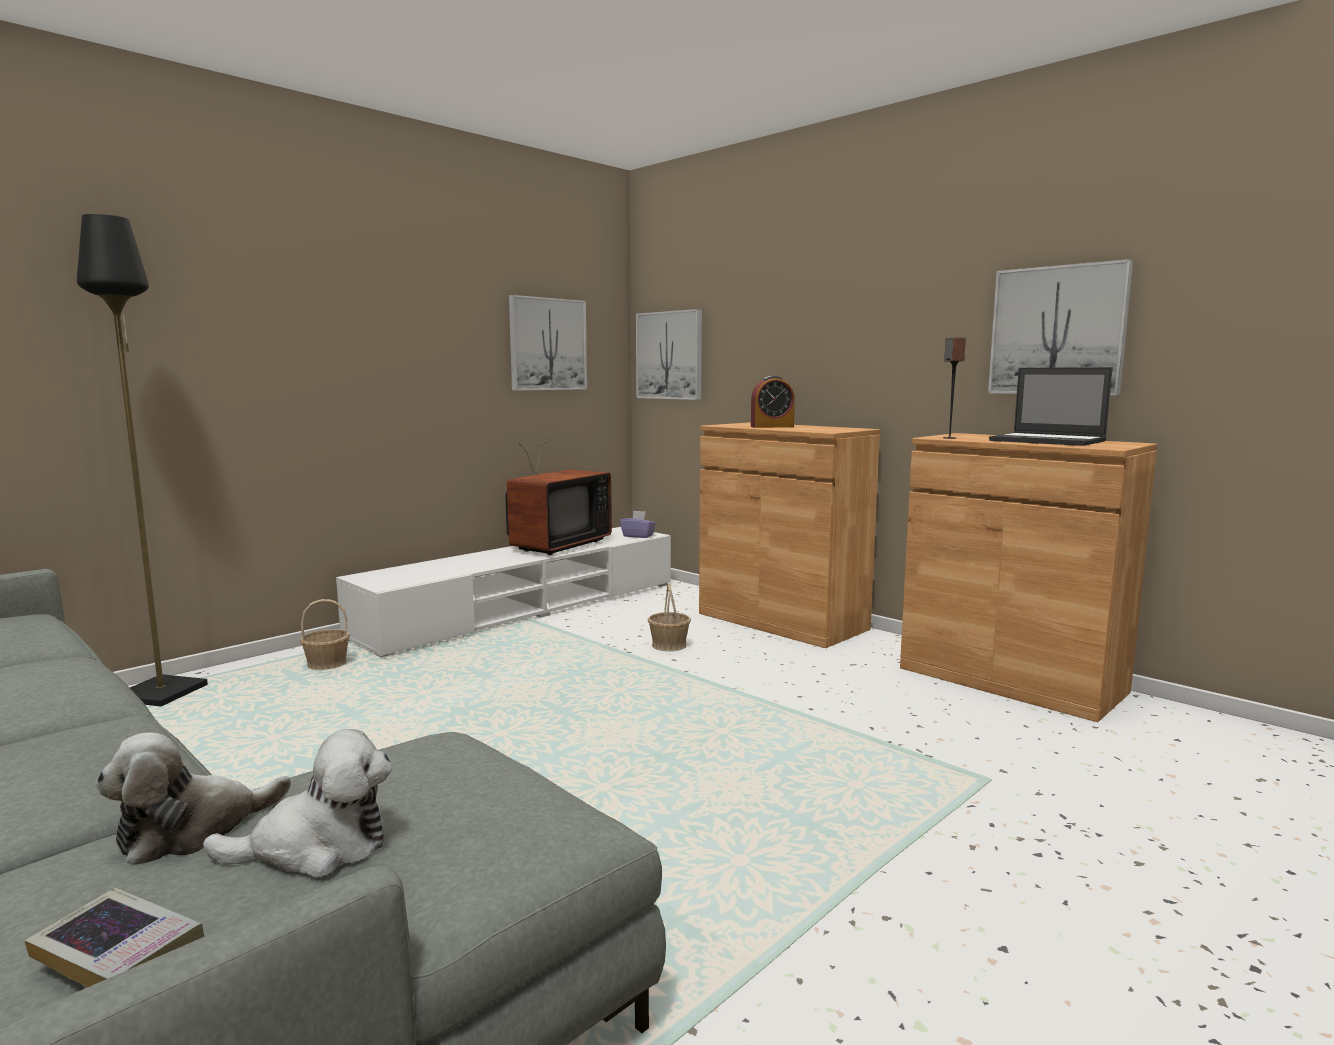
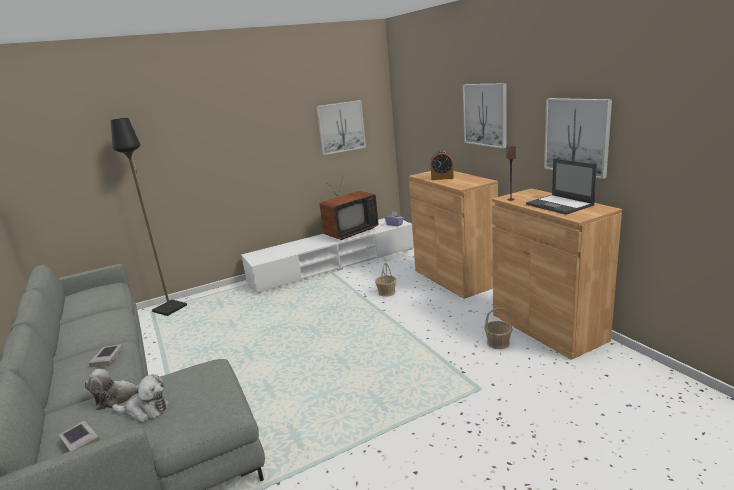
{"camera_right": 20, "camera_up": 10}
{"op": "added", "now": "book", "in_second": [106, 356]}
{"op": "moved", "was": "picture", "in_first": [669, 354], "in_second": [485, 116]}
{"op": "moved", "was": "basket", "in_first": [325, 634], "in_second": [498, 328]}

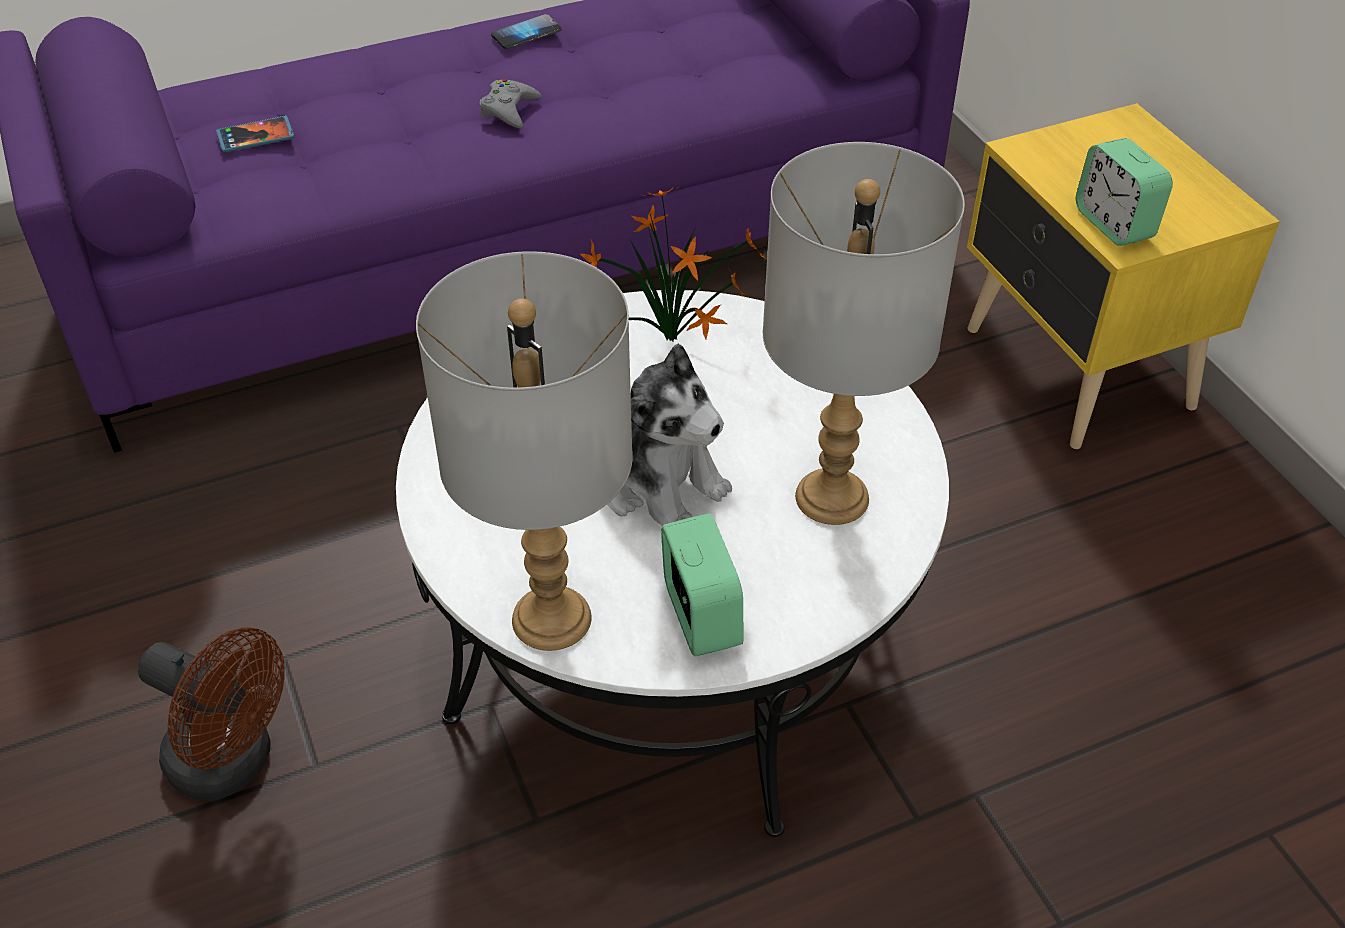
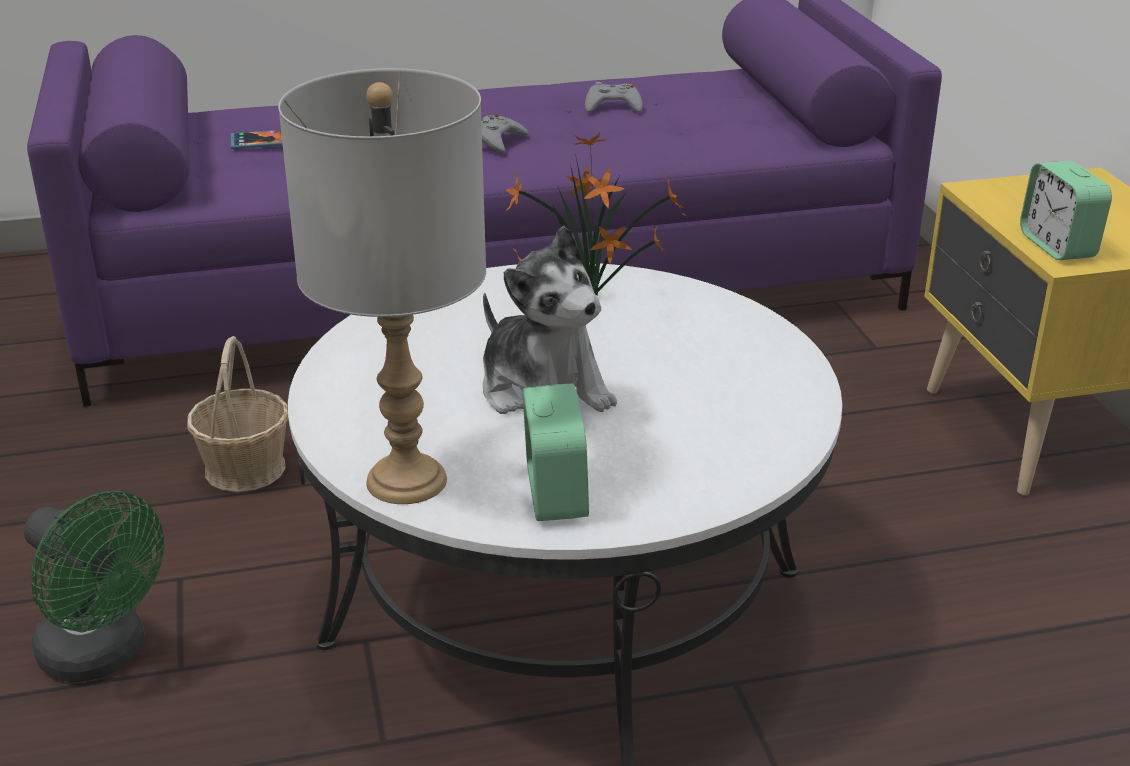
{"camera_right": 10, "camera_up": -15}
{"op": "recoloured", "was": "fan (brown)", "now": "fan (green)", "in_first": [211, 714], "in_second": [94, 587]}
{"op": "added", "now": "basket", "in_second": [238, 414]}
{"op": "added", "now": "game controller (grey)", "in_second": [614, 97]}
{"op": "removed", "was": "phone", "in_first": [526, 31]}
{"op": "removed", "was": "table lamp (grey)", "in_first": [864, 333]}

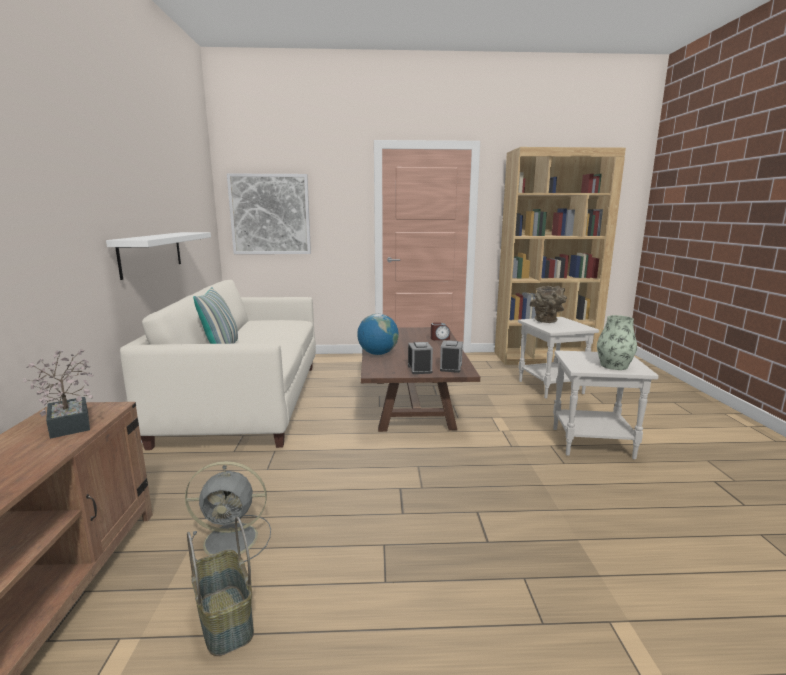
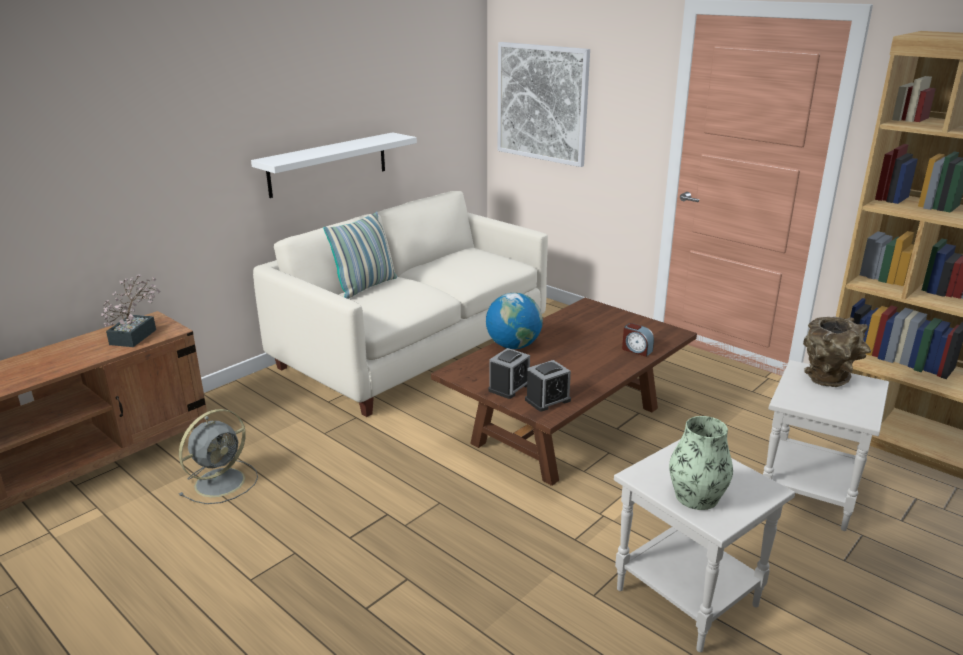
{"camera_right": 45, "camera_up": 10}
{"op": "turned", "was": "fan (grey)", "in_first": [228, 511], "in_second": [218, 456], "clockwise": -90}
{"op": "removed", "was": "basket", "in_first": [220, 586]}

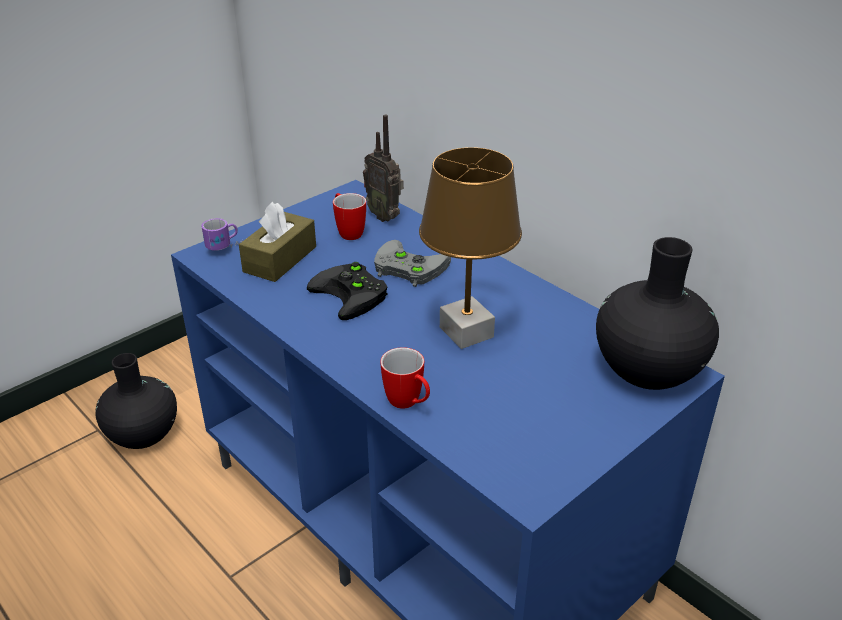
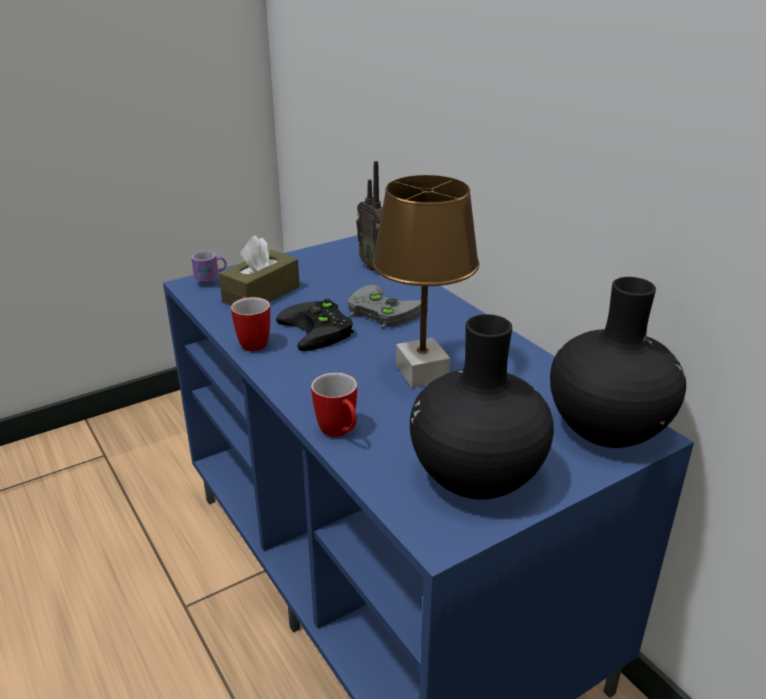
{"camera_right": 10, "camera_up": -5}
{"op": "moved", "was": "mug", "in_first": [349, 216], "in_second": [250, 323]}
{"op": "moved", "was": "vase (black)", "in_first": [136, 401], "in_second": [482, 407]}

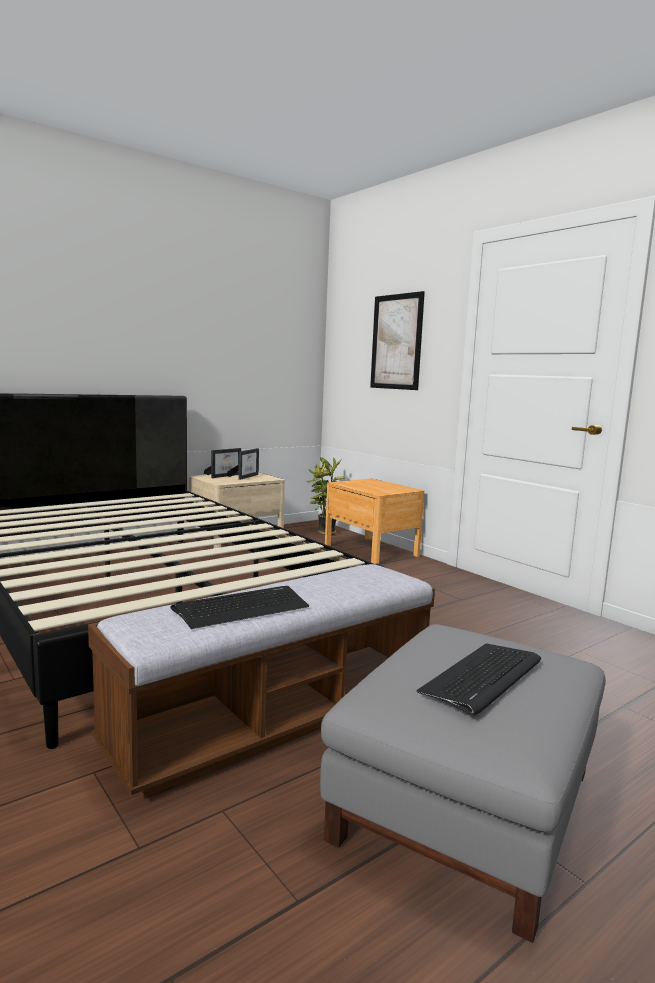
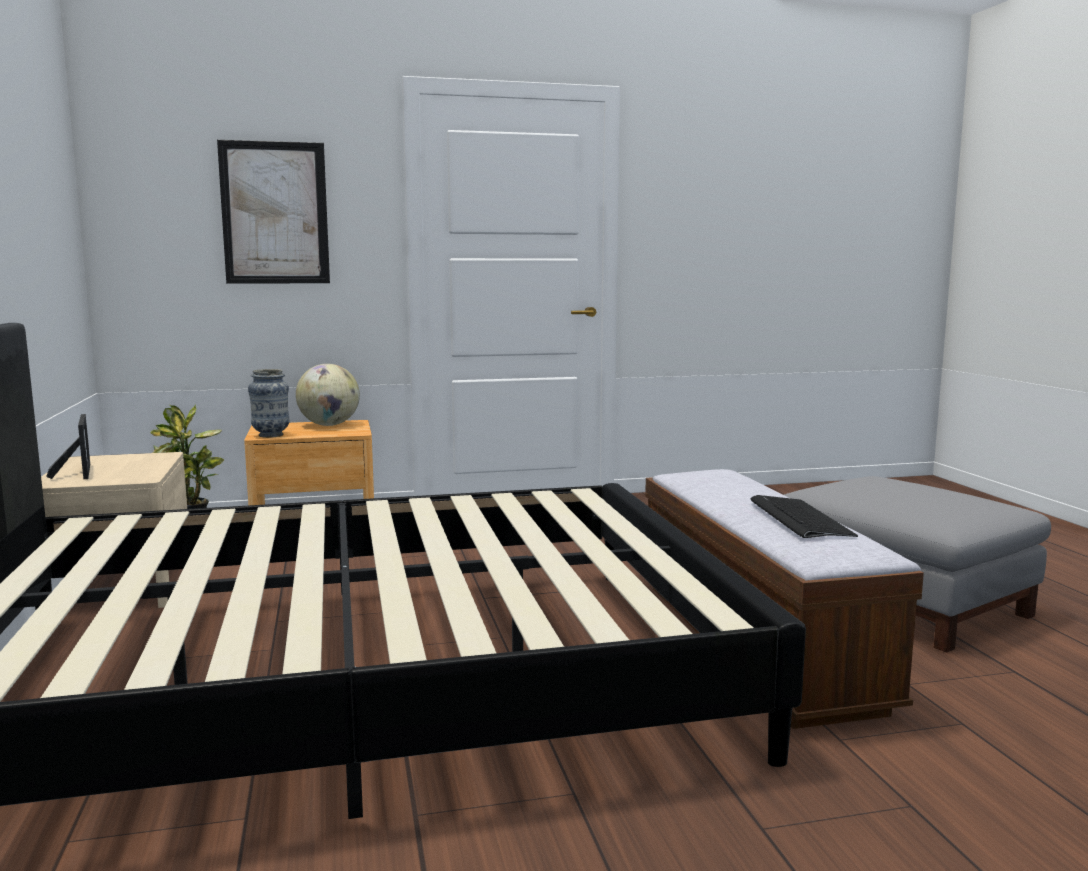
{"camera_right": -65, "camera_up": 0}
{"op": "added", "now": "vase", "in_second": [269, 403]}
{"op": "added", "now": "globe", "in_second": [328, 395]}
{"op": "removed", "was": "picture frame", "in_first": [242, 464]}
{"op": "removed", "was": "keyboard", "in_first": [479, 679]}

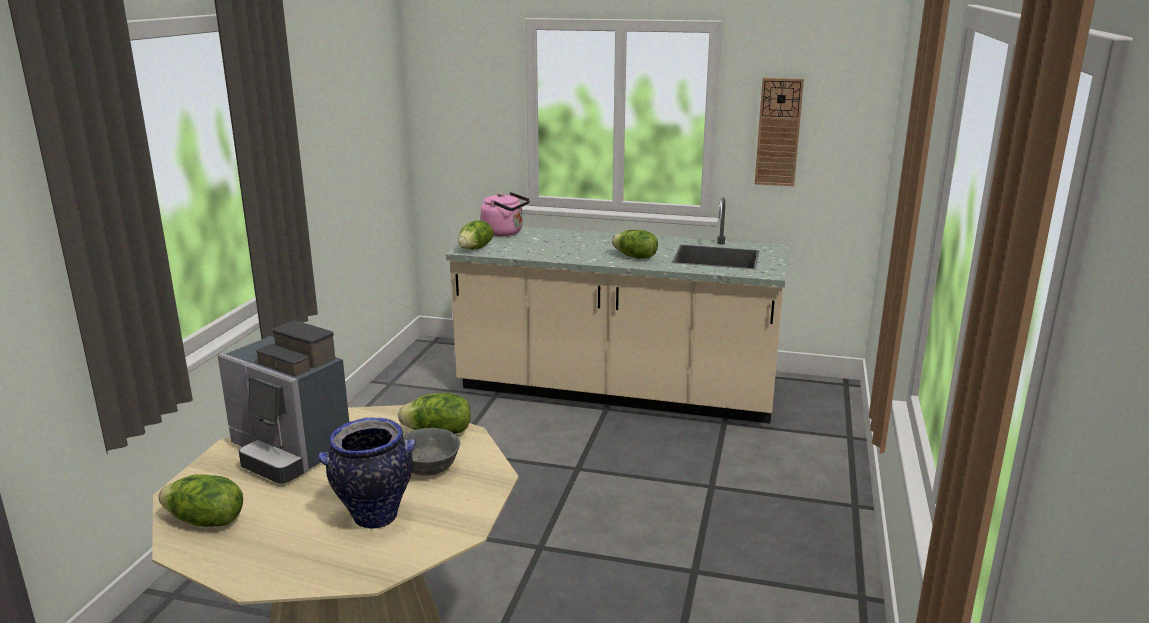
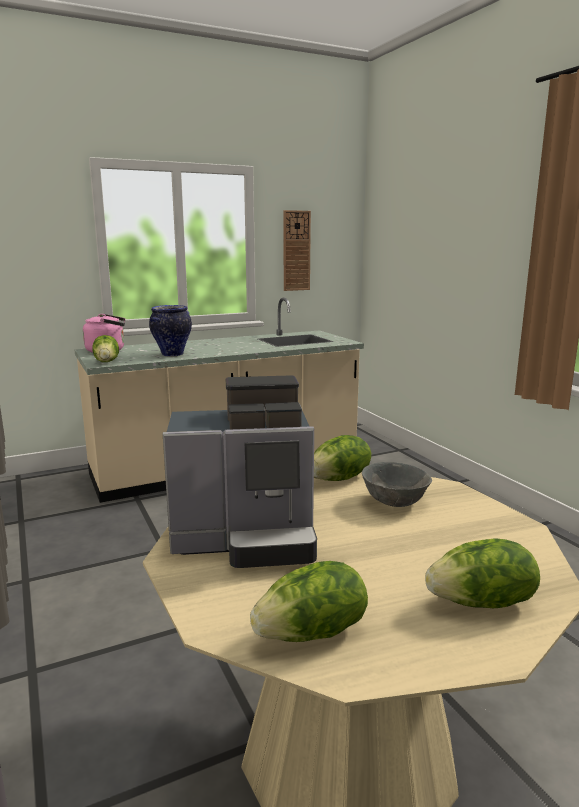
{"camera_right": -40, "camera_up": -5}
{"op": "moved", "was": "vase", "in_first": [366, 473], "in_second": [170, 330]}
{"op": "moved", "was": "lettuce", "in_first": [635, 244], "in_second": [482, 573]}

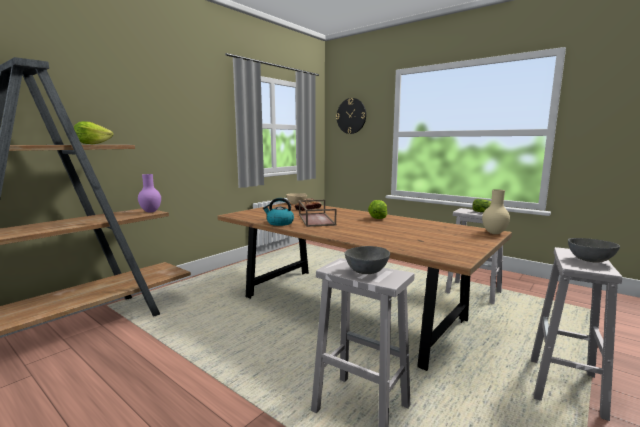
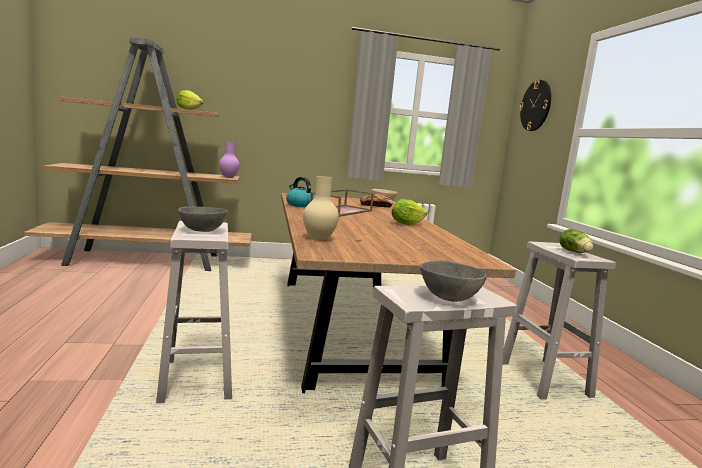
{"camera_right": 40, "camera_up": 0}
{"op": "moved", "was": "vase (beige)", "in_first": [496, 211], "in_second": [321, 208]}

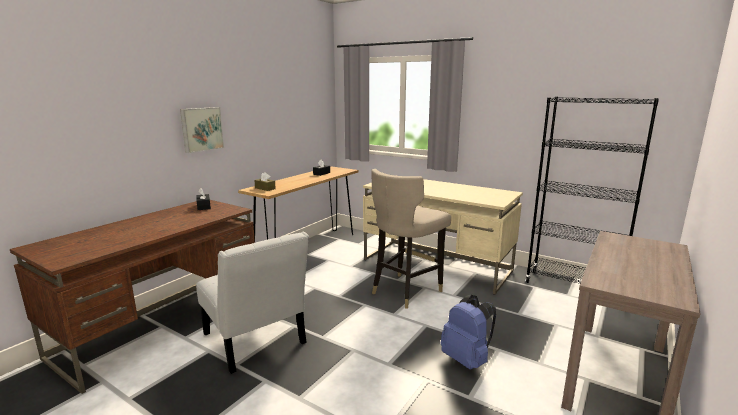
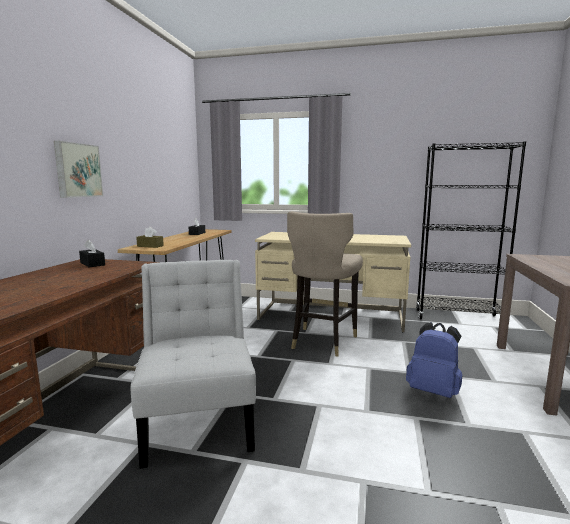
{"camera_right": -20, "camera_up": -5}
{"op": "turned", "was": "chair (white)", "in_first": [252, 303], "in_second": [193, 364], "clockwise": -135}

